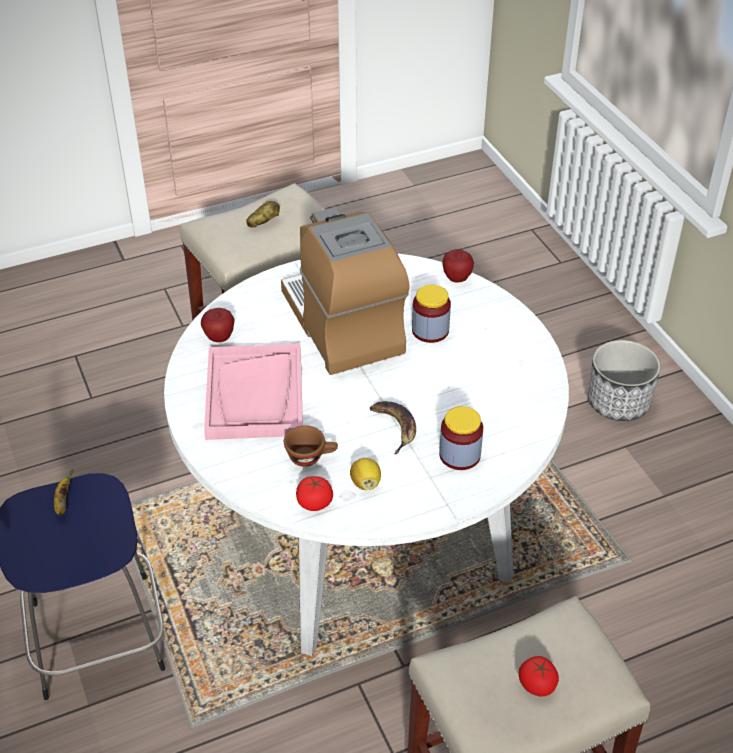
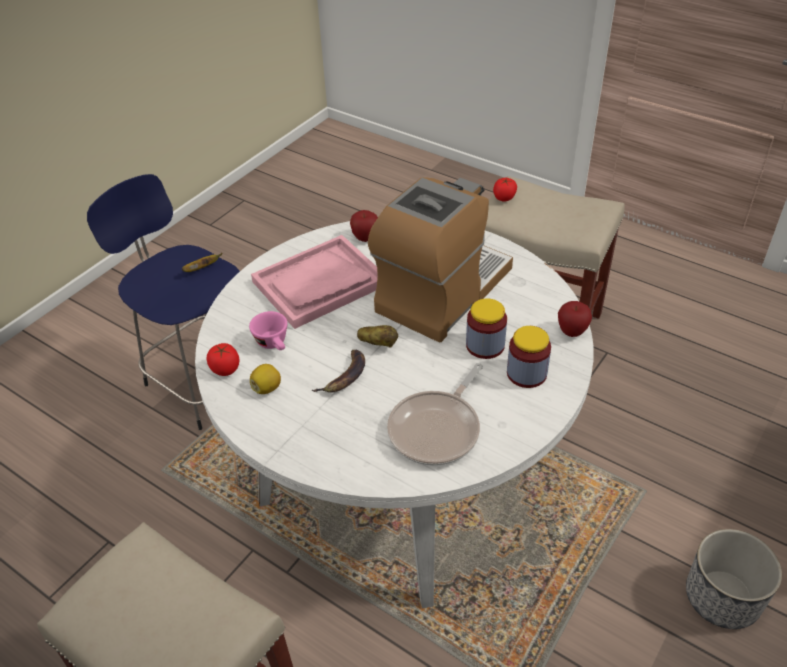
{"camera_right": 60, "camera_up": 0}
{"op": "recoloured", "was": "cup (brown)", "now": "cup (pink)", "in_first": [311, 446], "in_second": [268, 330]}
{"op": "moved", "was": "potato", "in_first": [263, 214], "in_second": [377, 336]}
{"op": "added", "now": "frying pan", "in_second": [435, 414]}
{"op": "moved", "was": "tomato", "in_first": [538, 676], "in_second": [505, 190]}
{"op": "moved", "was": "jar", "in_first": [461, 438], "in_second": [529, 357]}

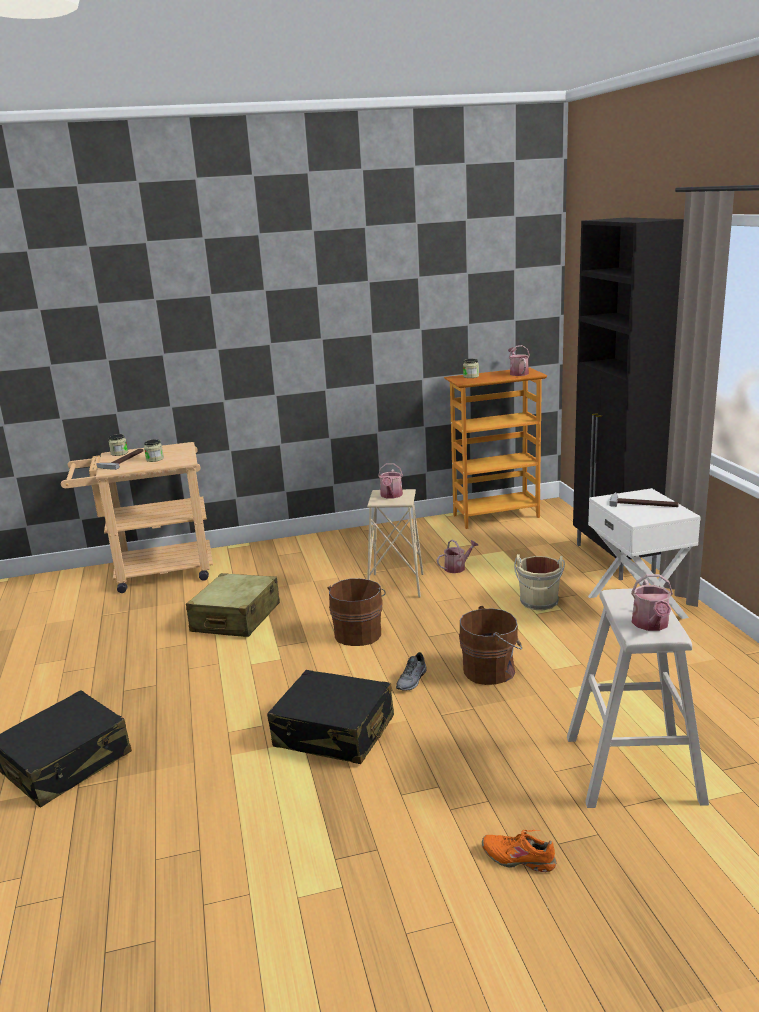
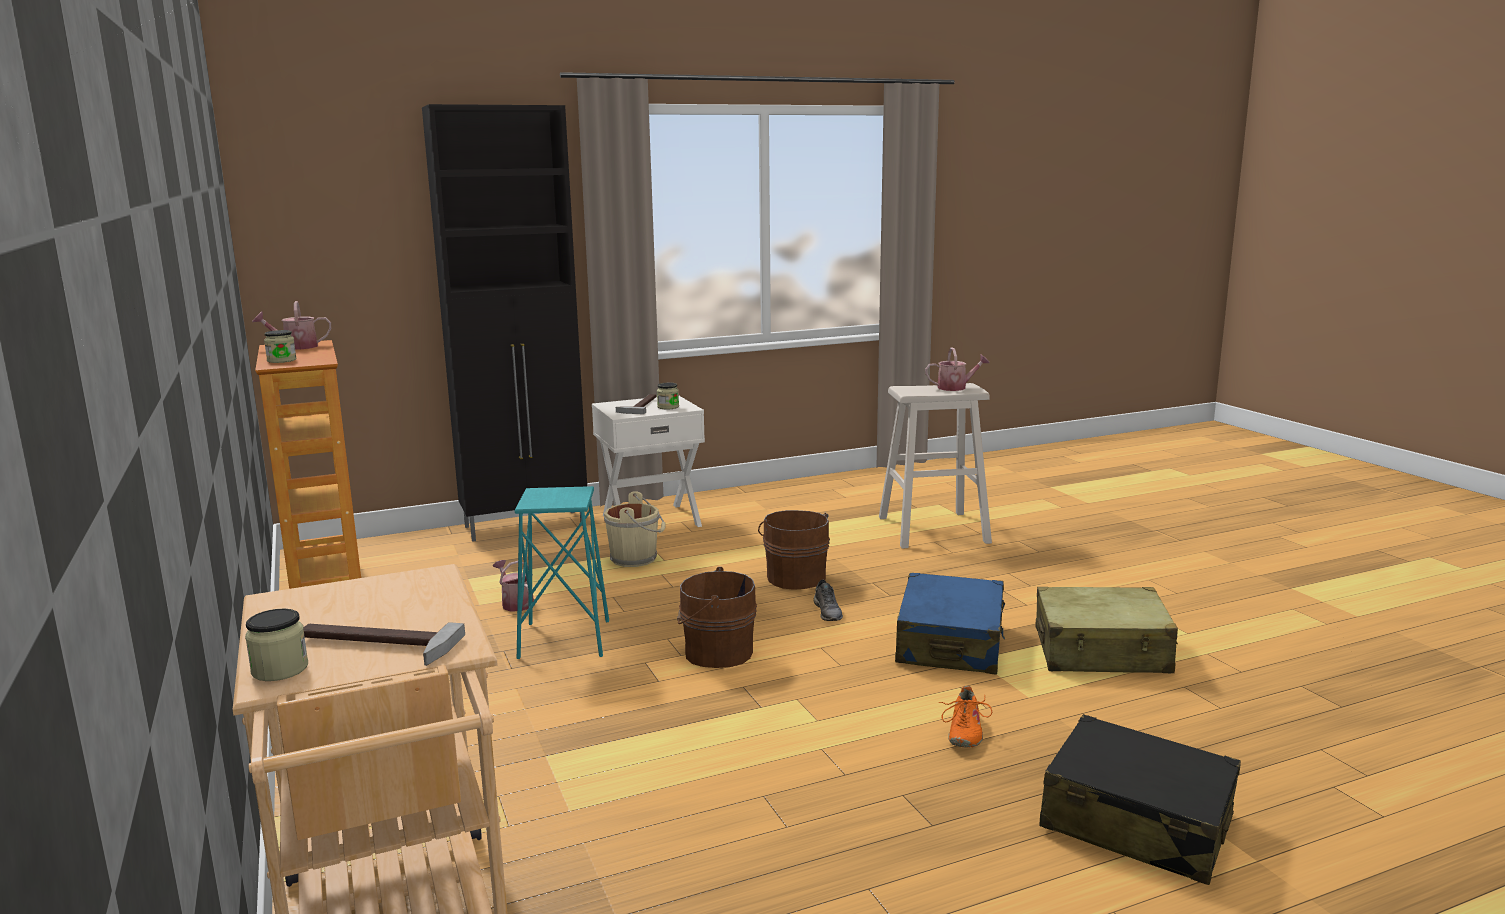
{"camera_right": -100, "camera_up": -5}
{"op": "recoloured", "was": "stool (beige)", "now": "stool (turquoise)", "in_first": [395, 543], "in_second": [562, 572]}
{"op": "moved", "was": "jar", "in_first": [154, 450], "in_second": [668, 395]}
{"op": "turned", "was": "shoe (grey)", "in_first": [411, 671], "in_second": [828, 600], "clockwise": 60}
{"op": "recoloured", "was": "suitcase (black)", "now": "suitcase (blue)", "in_first": [330, 717], "in_second": [950, 623]}
{"op": "moved", "was": "shoe (orange)", "in_first": [519, 851], "in_second": [965, 717]}
{"op": "moved", "was": "suitcase (beige)", "in_first": [233, 605], "in_second": [1106, 630]}
{"op": "removed", "was": "watering can", "in_first": [390, 481]}

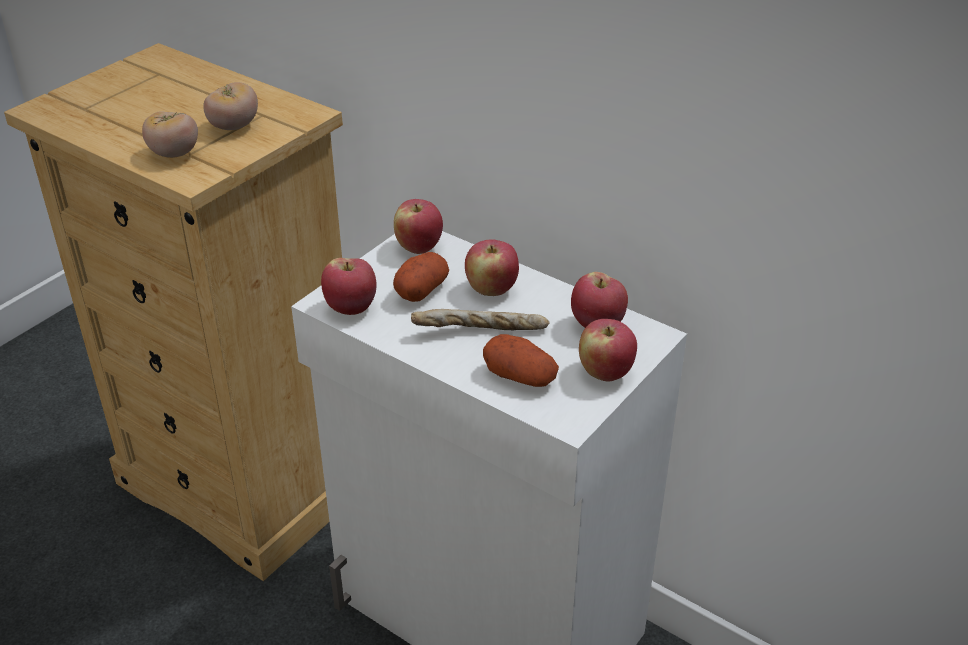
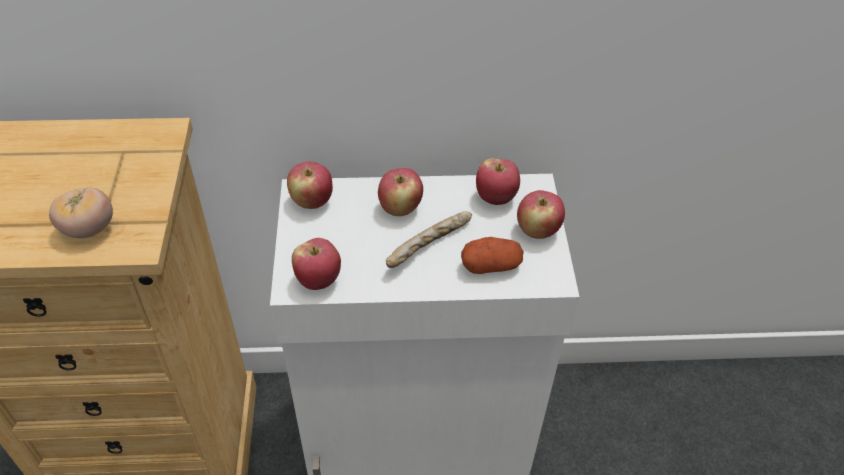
{"camera_right": -40, "camera_up": 10}
{"op": "removed", "was": "tomato", "in_first": [230, 106]}
{"op": "removed", "was": "potato", "in_first": [421, 277]}

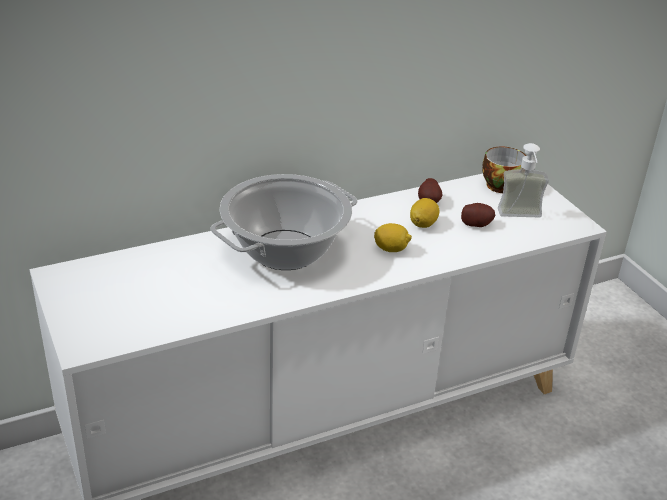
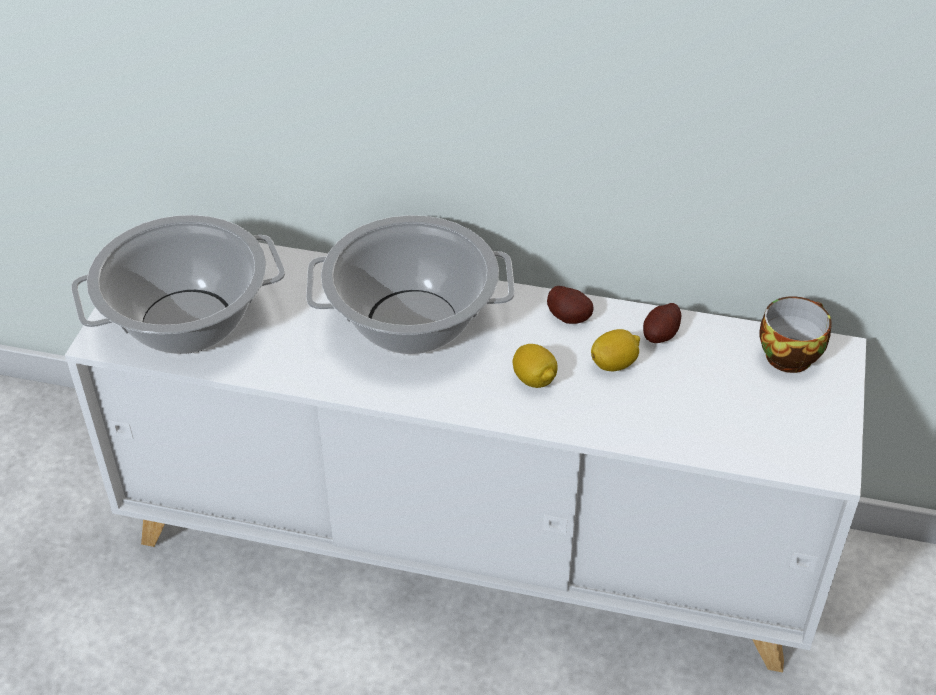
{"camera_right": 40, "camera_up": 10}
{"op": "added", "now": "cooking pot", "in_second": [178, 284]}
{"op": "moved", "was": "potato", "in_first": [478, 215], "in_second": [570, 305]}
{"op": "removed", "was": "soap dispenser", "in_first": [523, 180]}

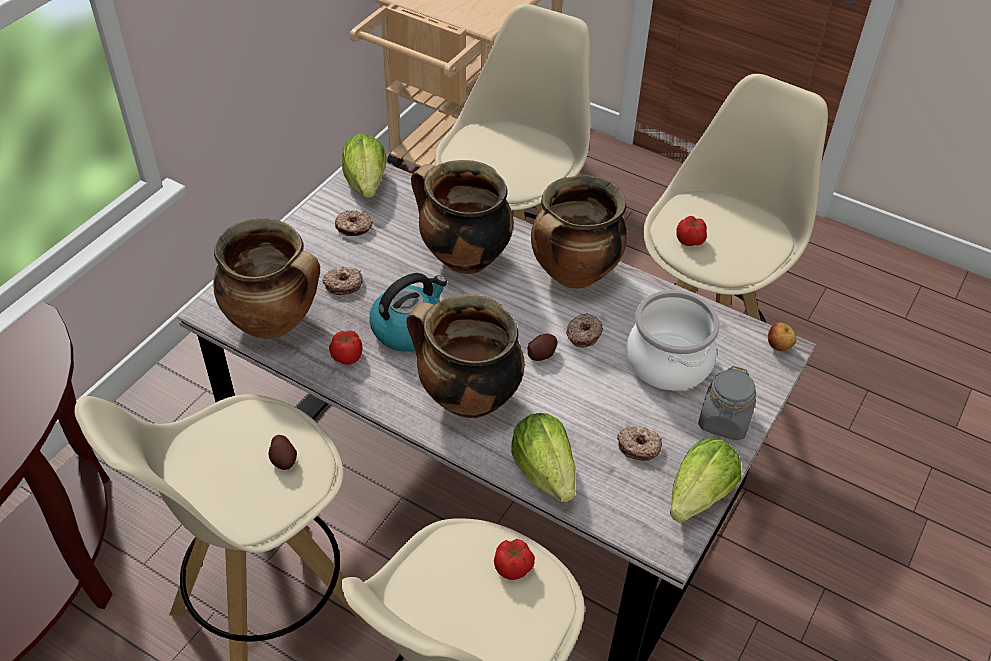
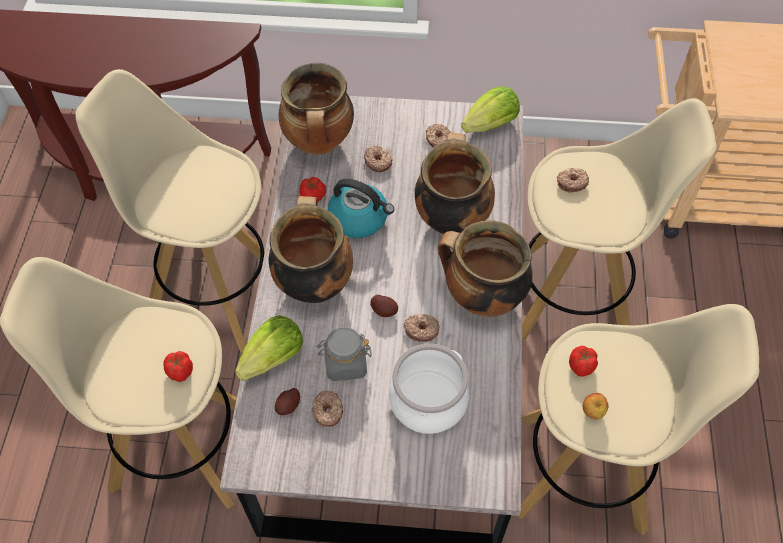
{"camera_right": 65, "camera_up": 10}
{"op": "moved", "was": "potato", "in_first": [282, 452], "in_second": [287, 401]}
{"op": "moved", "was": "jar (grey)", "in_first": [727, 403], "in_second": [344, 354]}
{"op": "added", "now": "donut", "in_second": [573, 180]}
{"op": "moved", "was": "apple", "in_first": [782, 336], "in_second": [595, 406]}
{"op": "removed", "was": "lettuce", "in_first": [705, 480]}

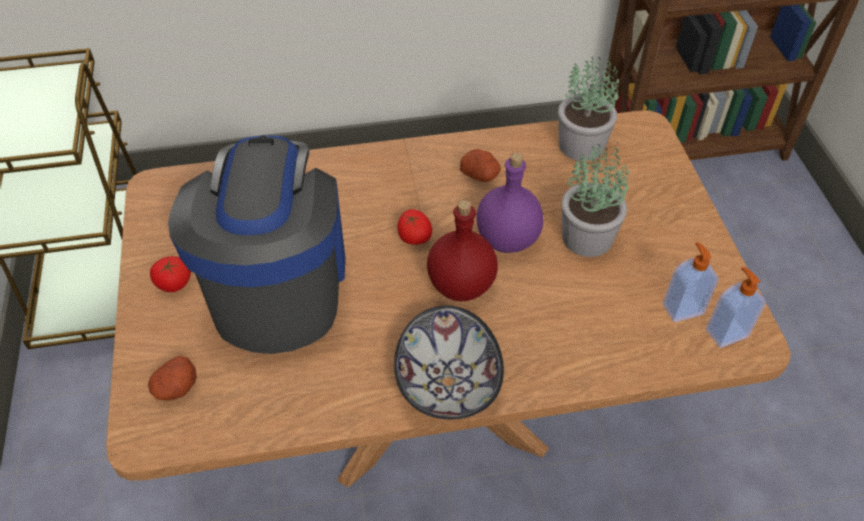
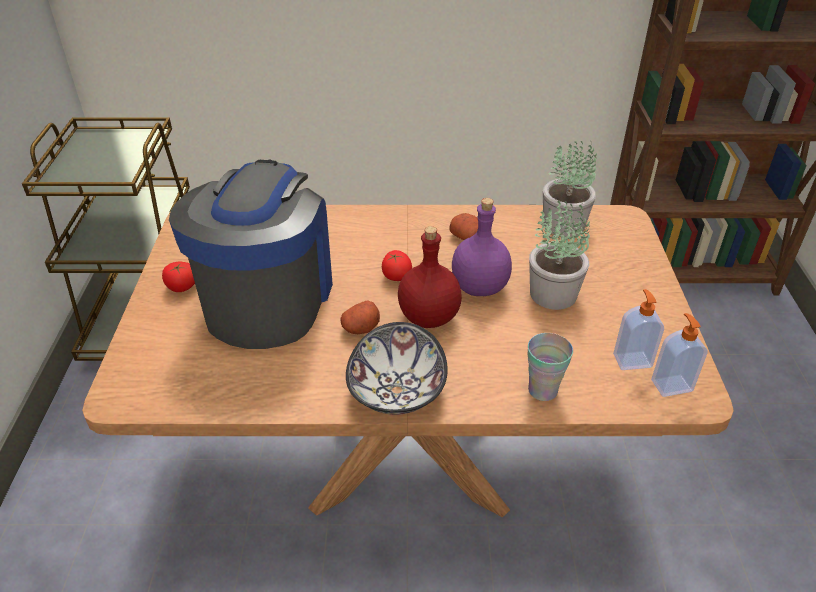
{"camera_right": 10, "camera_up": -10}
{"op": "moved", "was": "potato", "in_first": [172, 378], "in_second": [360, 317]}
{"op": "added", "now": "cup", "in_second": [550, 367]}

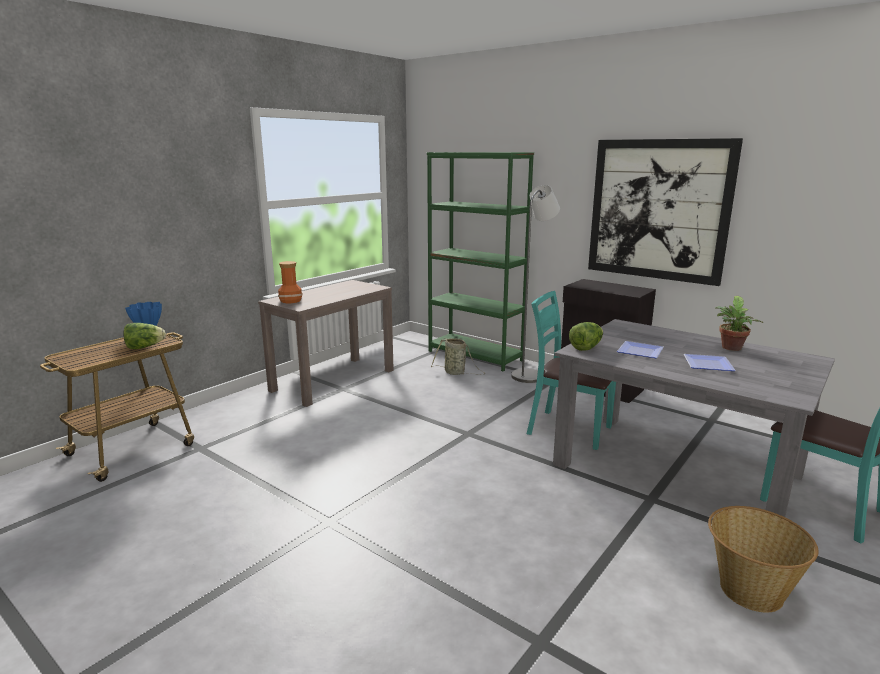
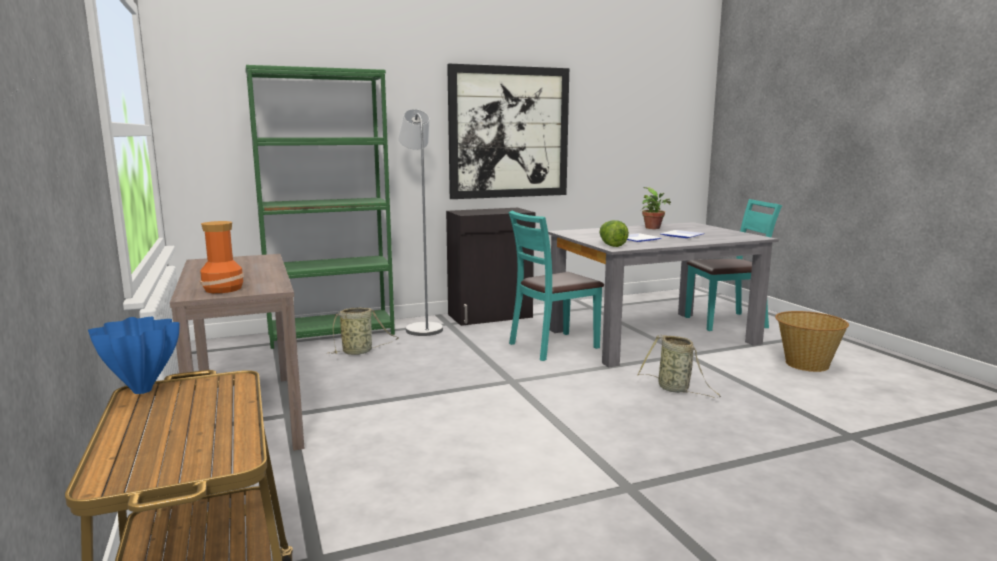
{"camera_right": -60, "camera_up": -5}
{"op": "added", "now": "basket", "in_second": [679, 366]}
{"op": "removed", "was": "lettuce", "in_first": [144, 336]}

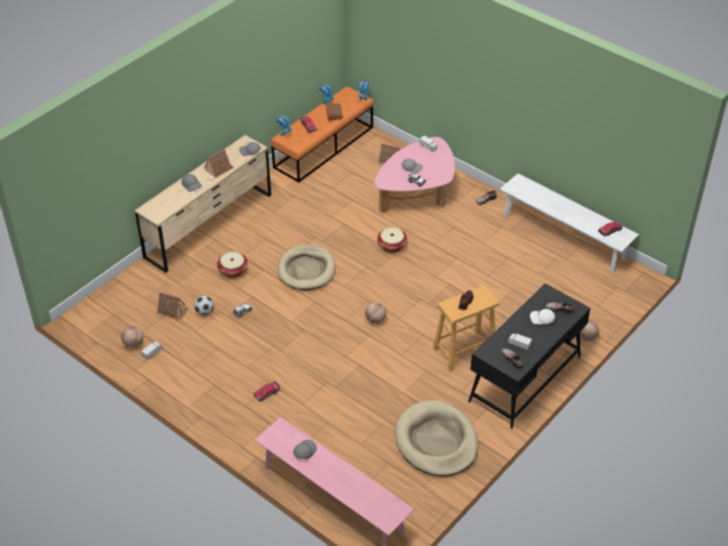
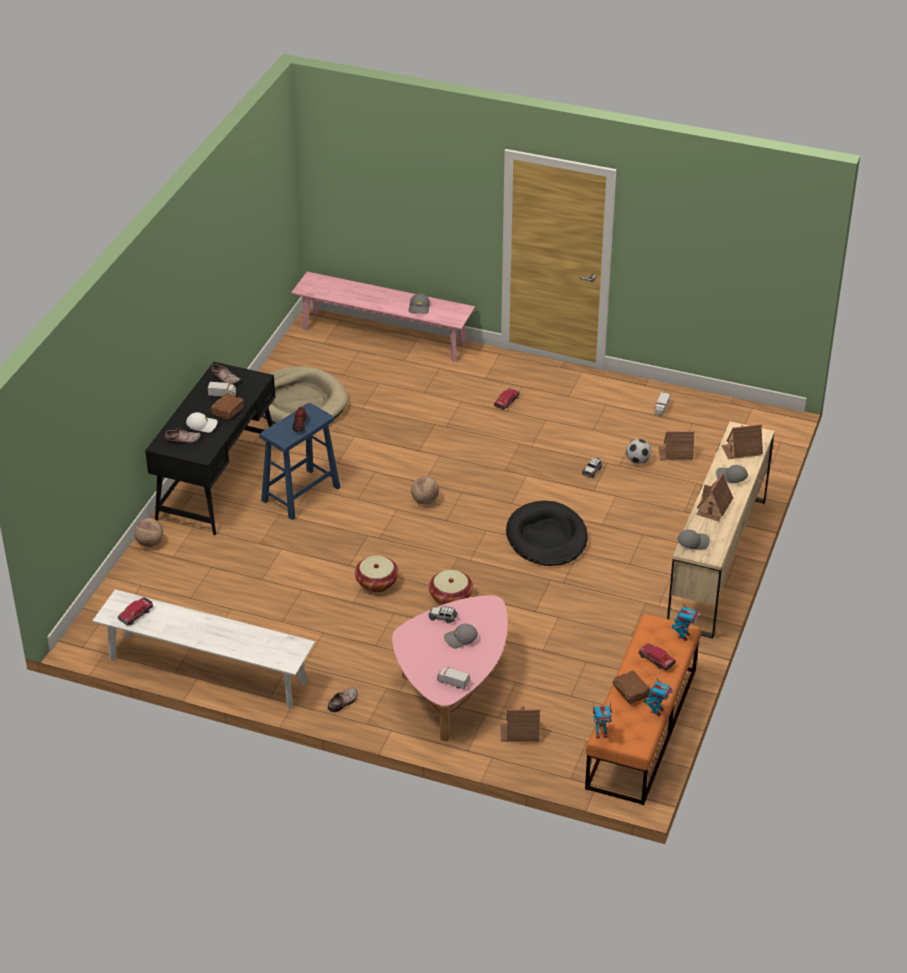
{"camera_right": 160, "camera_up": -5}
{"op": "added", "now": "book (brown)", "in_second": [228, 406]}
{"op": "recoloured", "was": "stool (beige)", "now": "stool (blue)", "in_first": [466, 328], "in_second": [300, 461]}
{"op": "moved", "was": "basket", "in_first": [232, 265], "in_second": [377, 574]}
{"op": "recoloured", "was": "dog bed (beige)", "now": "dog bed (black)", "in_first": [306, 267], "in_second": [547, 533]}
{"op": "added", "now": "toy house", "in_second": [742, 442]}
{"op": "removed", "was": "basketball", "in_first": [132, 337]}

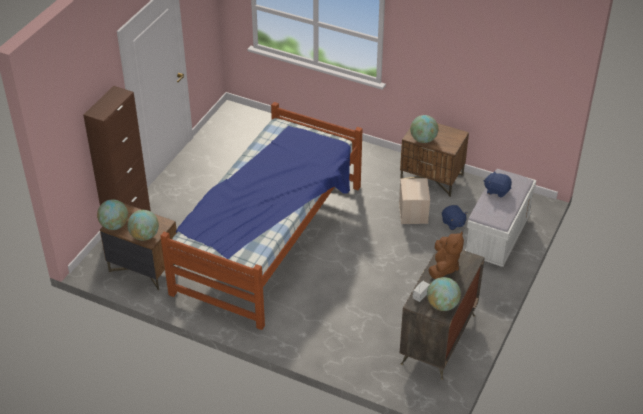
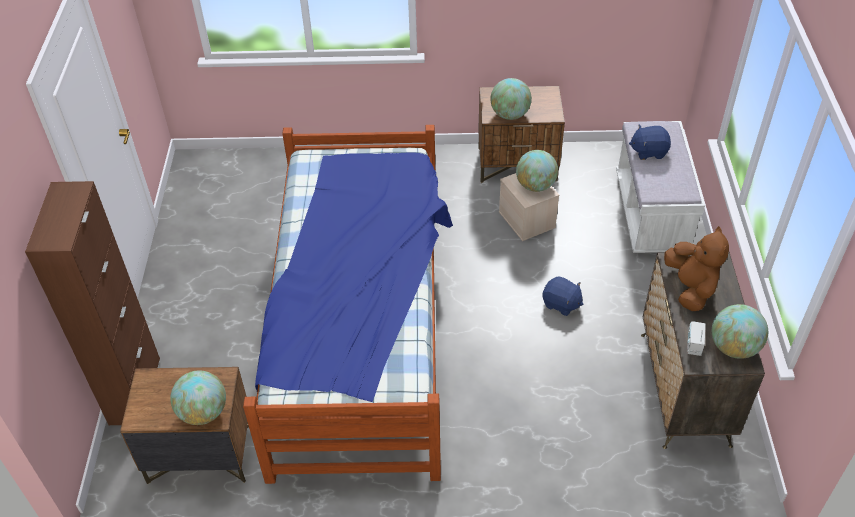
{"camera_right": -25, "camera_up": 5}
{"op": "moved", "was": "globe", "in_first": [112, 214], "in_second": [537, 171]}
{"op": "moved", "was": "plush toy (blue)", "in_first": [455, 217], "in_second": [563, 296]}

